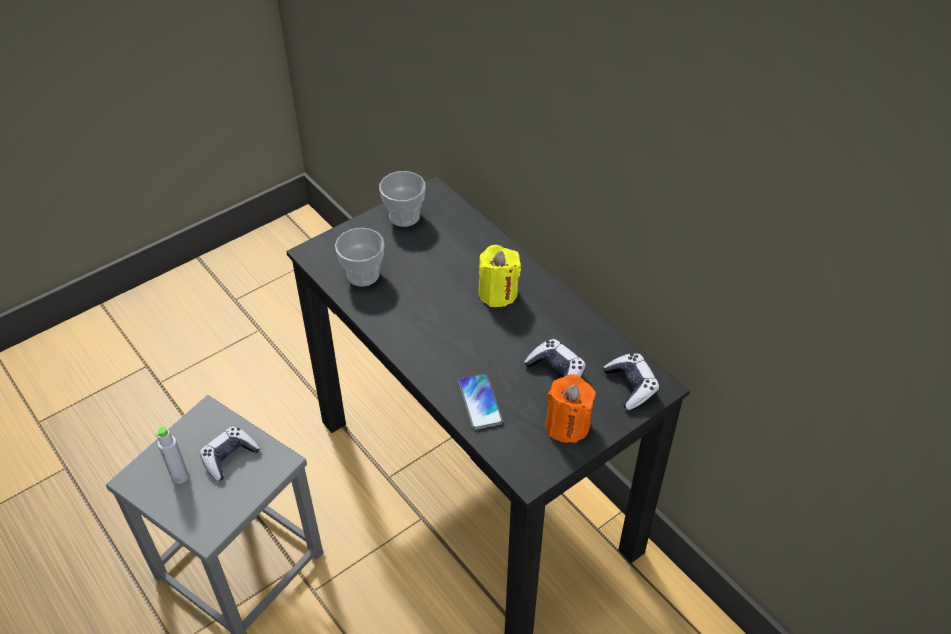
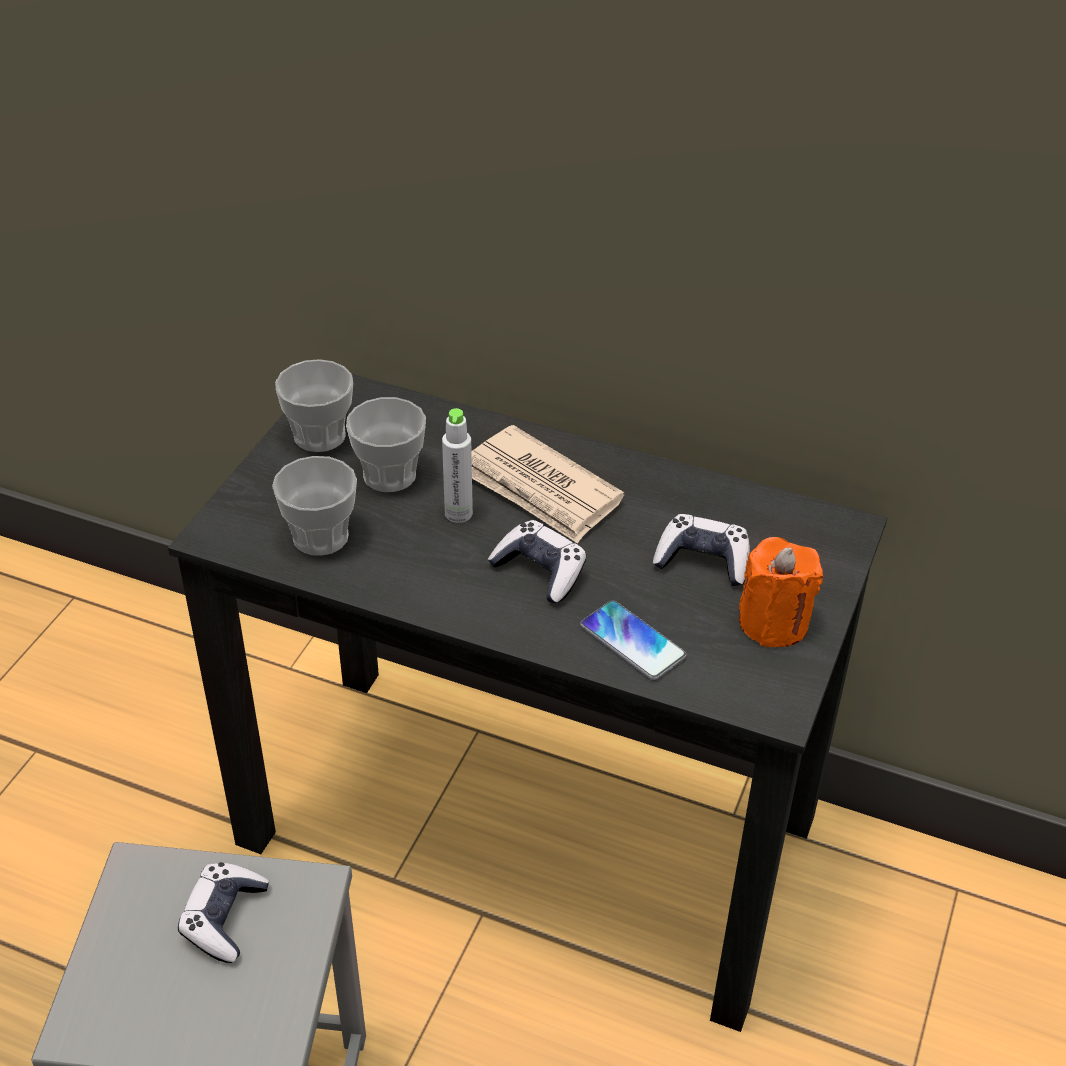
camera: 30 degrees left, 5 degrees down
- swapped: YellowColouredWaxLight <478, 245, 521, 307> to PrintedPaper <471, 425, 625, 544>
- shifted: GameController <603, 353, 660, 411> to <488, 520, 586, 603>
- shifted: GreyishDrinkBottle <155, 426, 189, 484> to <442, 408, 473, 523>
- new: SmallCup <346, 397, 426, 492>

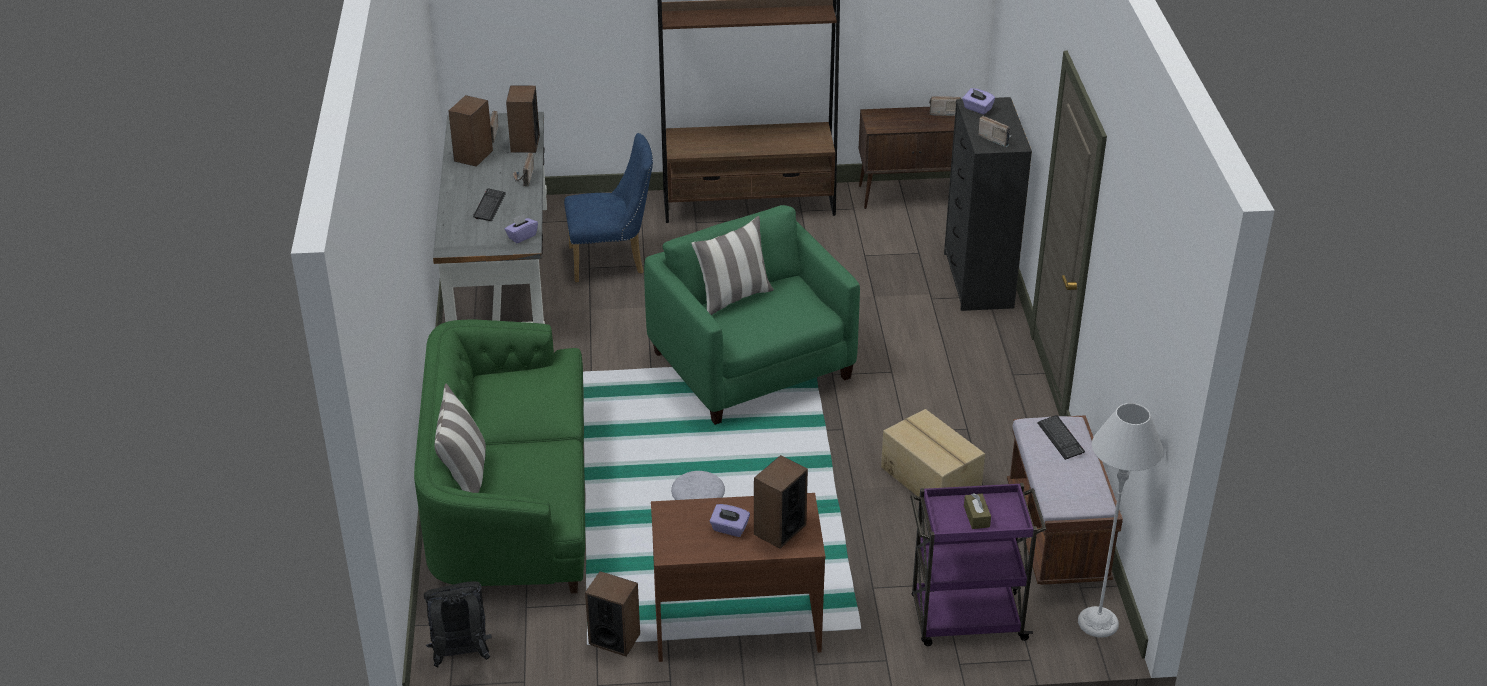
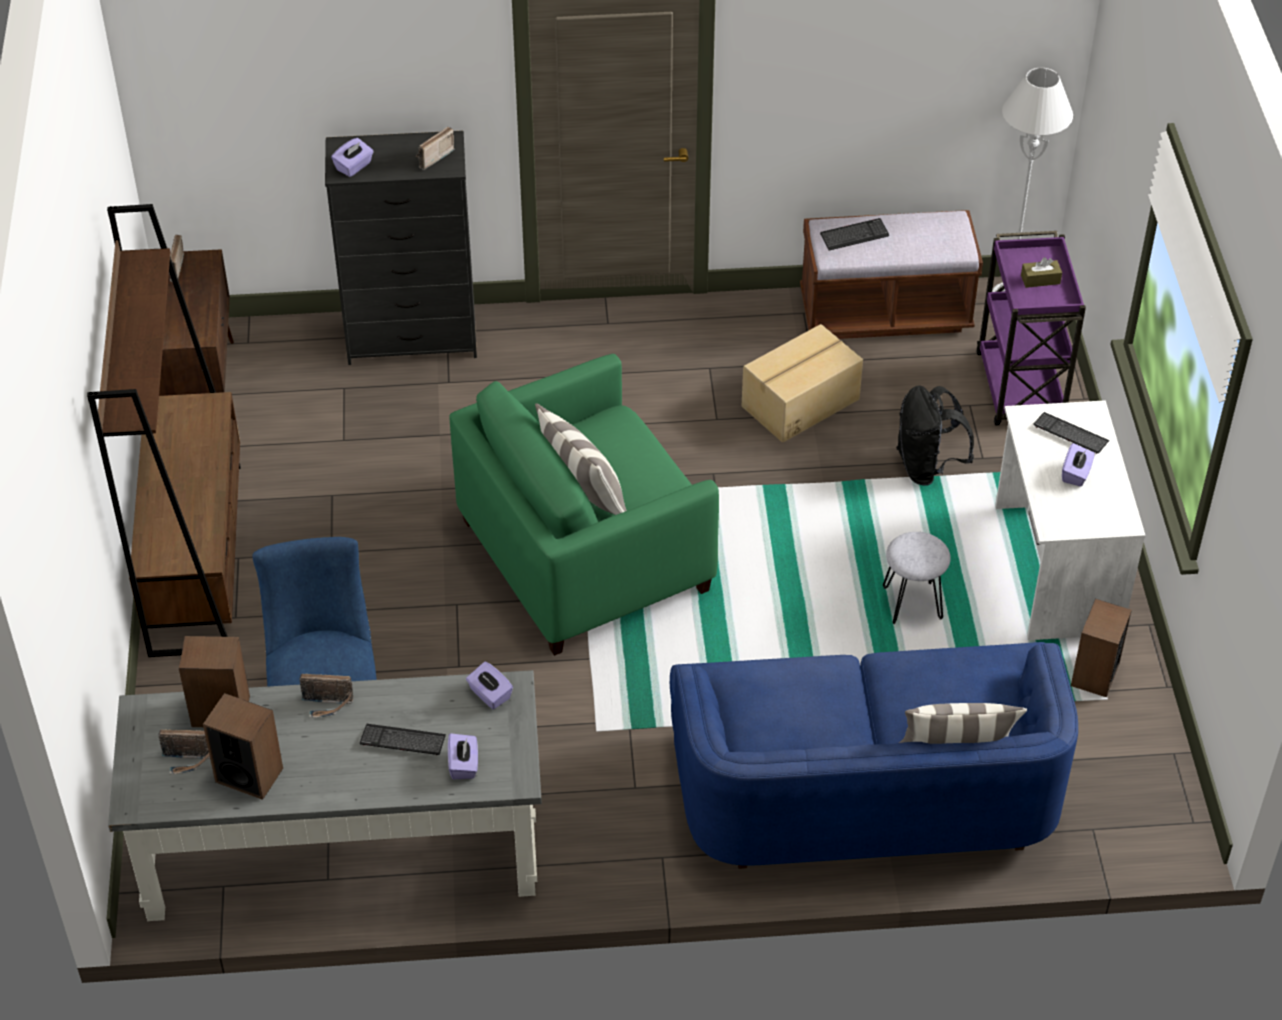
camera: 90 degrees left, 10 degrees up
- repainted: GreenishSettee <414, 320, 585, 594> to BlueSettee <670, 642, 1078, 869>
- swapped: Loudspeaker <754, 455, 808, 549> to Keyboard <1033, 412, 1110, 454>
- repainted: BrownColouredDesk <651, 493, 826, 662> to WhitishDesk <995, 400, 1146, 640>
- shifted: BlackColouredKnapsack <424, 581, 492, 667> to <896, 386, 974, 486>
- new: PurpleColouredBoxOfTissues <448, 733, 478, 779>

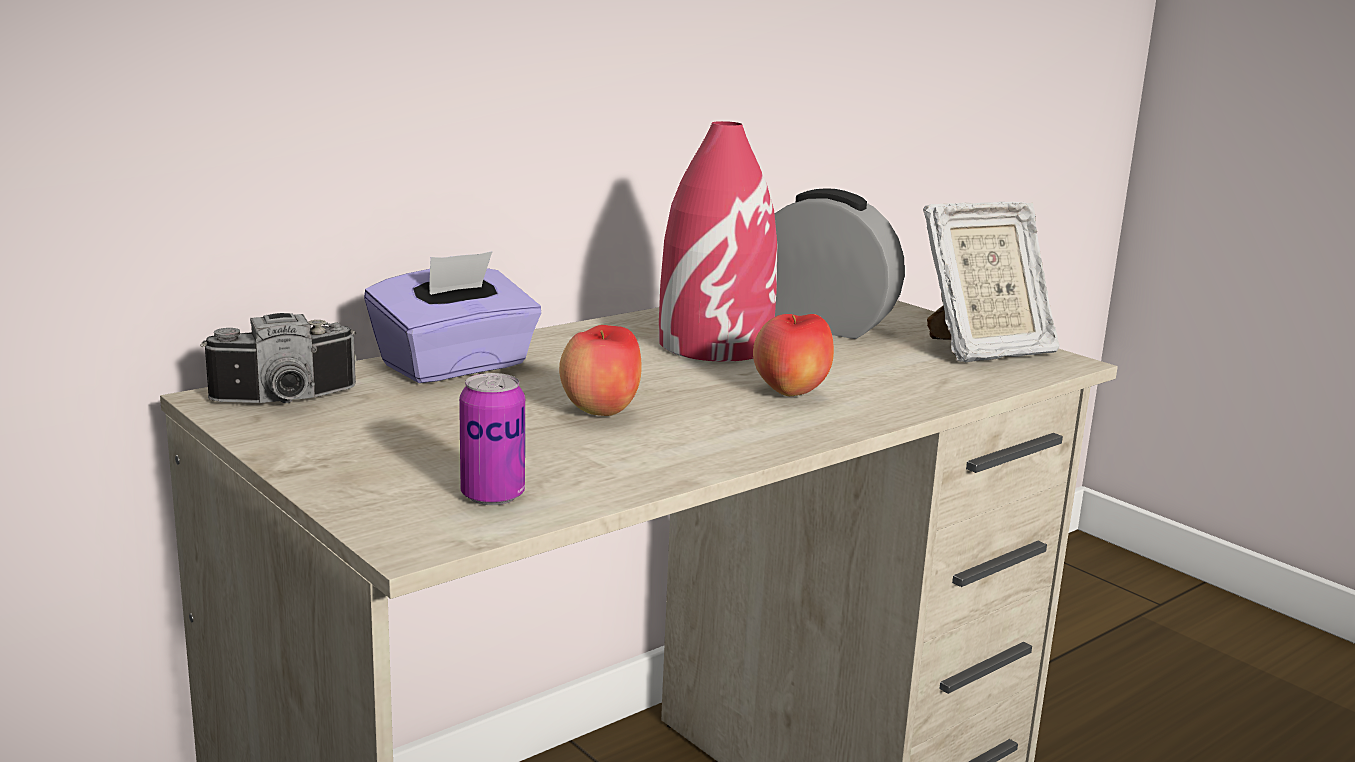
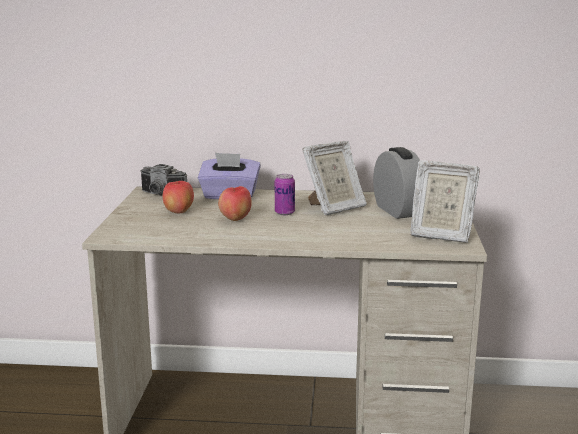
camera: 45 degrees right, 0 degrees up
- swapped: RedColouredDecorativeVase <659, 121, 777, 362> to PhotoFrame <302, 141, 367, 215>
- shifted: AppleFruit <753, 314, 834, 396> to <163, 181, 194, 213>
- shifted: MetalCan <459, 373, 525, 505> to <275, 174, 295, 215>

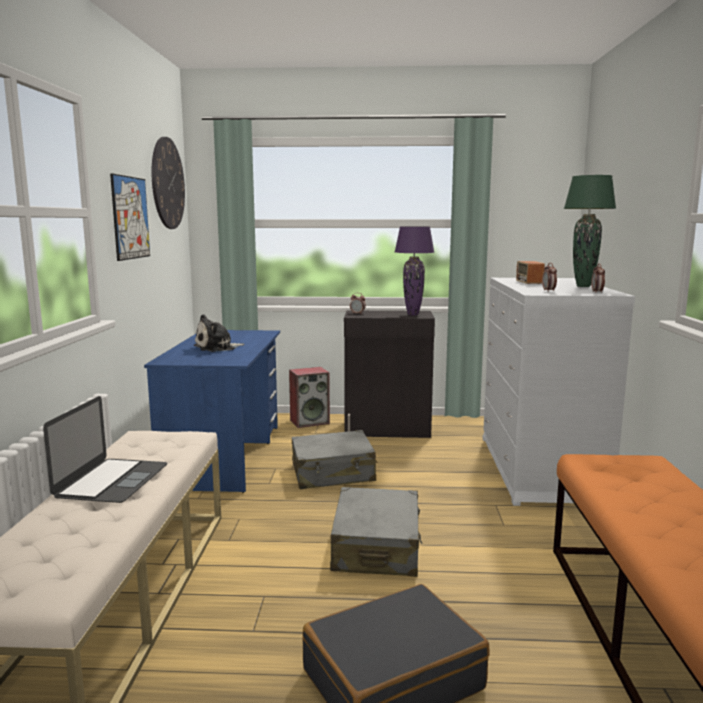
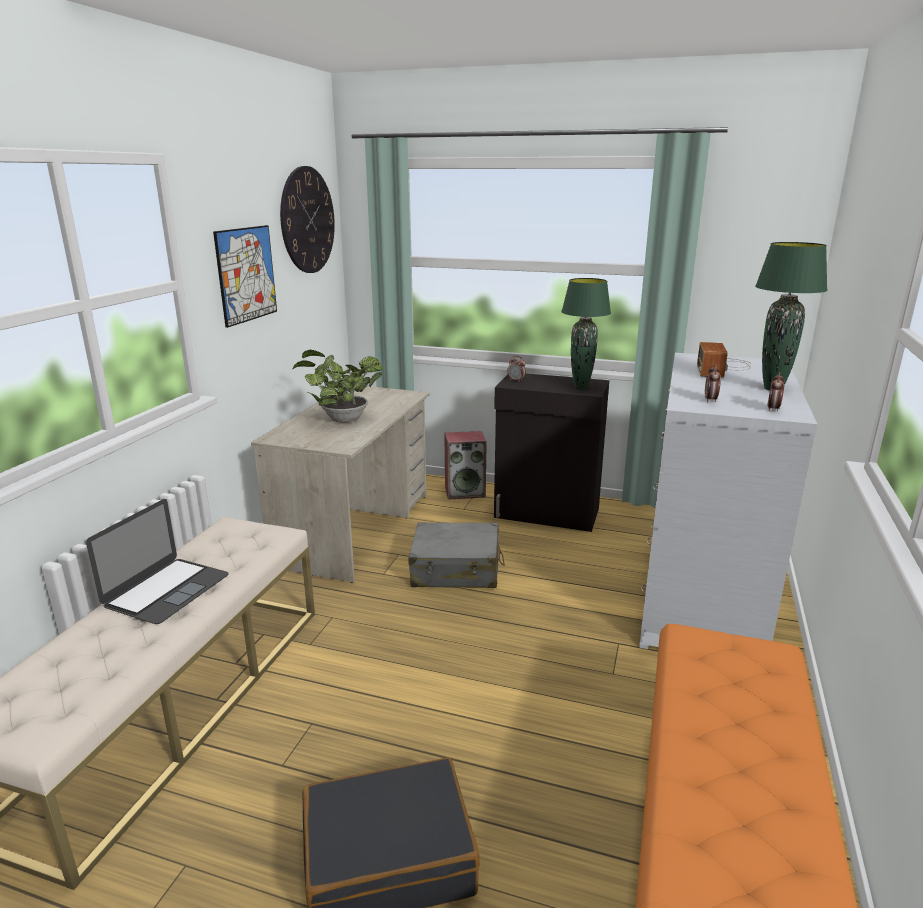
camera: 15 degrees right, 10 degrees up
- repainted: PurpleColouredLampForATable <395, 226, 434, 315> to GreenishLampForATable <561, 278, 611, 389>
- swapped: PlushToy <194, 314, 245, 352> to PottedPlant <292, 350, 383, 423>
- repainted: BlueDesk <144, 330, 280, 493> to BeigeDesk <251, 386, 430, 583>
- gone: GreyishPieceOfLuggage <330, 487, 422, 577>

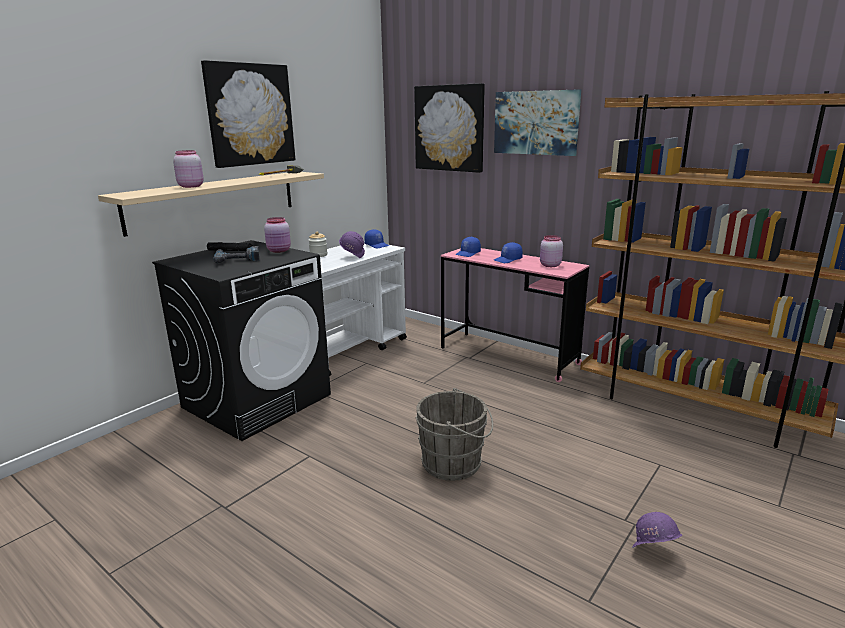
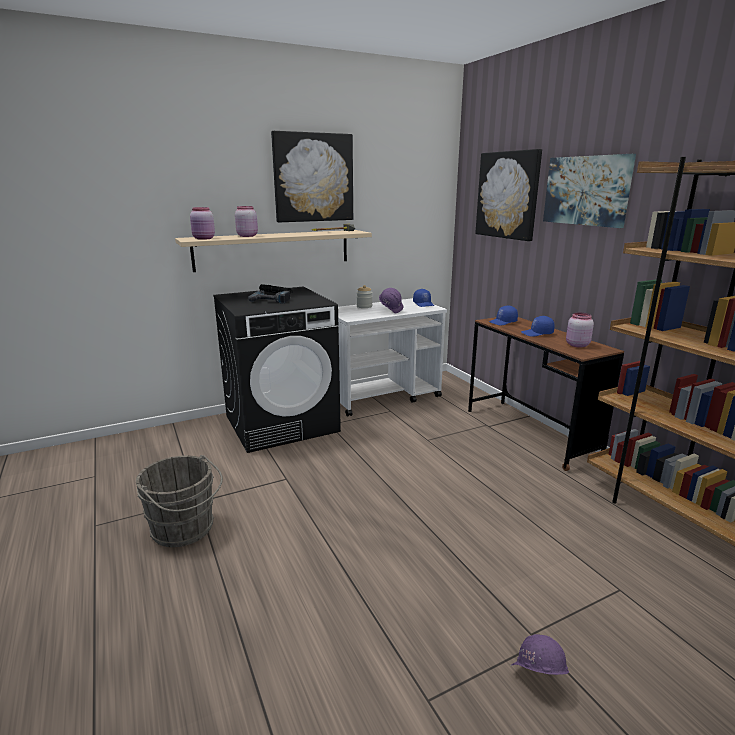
camera: 25 degrees right, 0 degrees up
- shifted: PinkPreserveJar <264, 217, 291, 253> to <190, 207, 215, 240>
- repainted: PinkDesk <441, 248, 589, 382> to BrownColouredDesk <468, 317, 624, 471>
- shifted: GreyishPail <415, 388, 493, 481> to <136, 455, 223, 547>

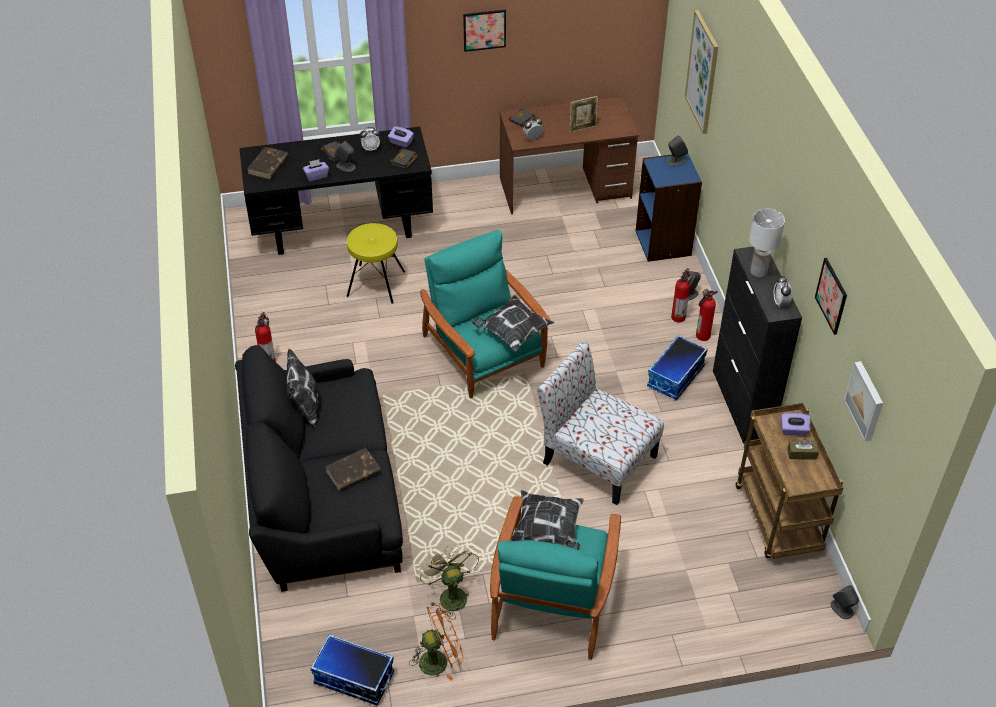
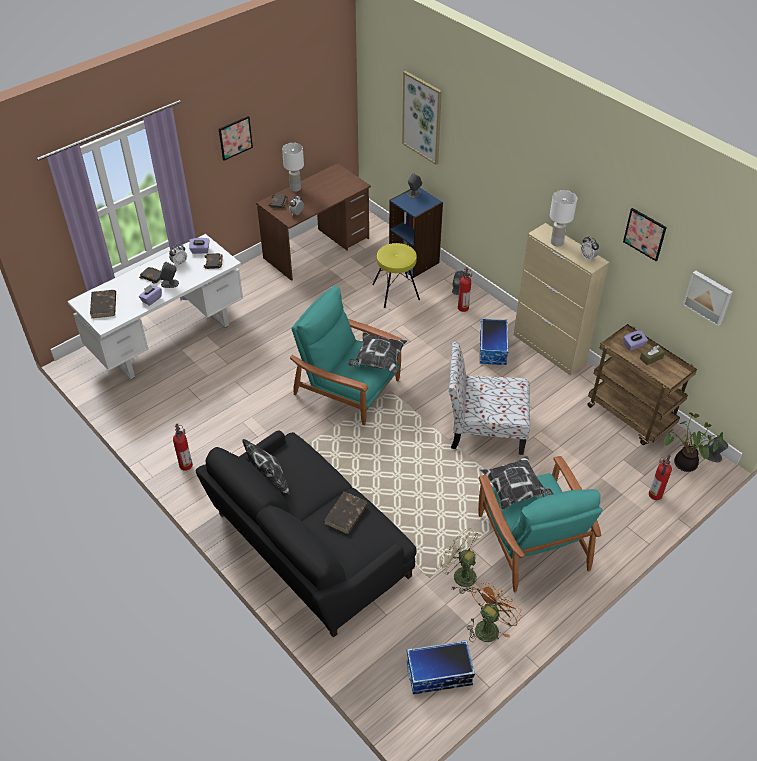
camera: 30 degrees left, 0 degrees up
- gone: PhotoFrame <570, 96, 598, 133>
- repainted: BlackColouredDesk <239, 127, 433, 255> to WhitishDesk <68, 234, 243, 379>
- shifted: YellowColouredSittingStool <346, 223, 405, 304> to <372, 243, 420, 308>
- repainted: BlackColouredCabinet <713, 247, 802, 444> to BeigeCabinet <514, 223, 609, 375>
- shifted: Extinguisher <696, 289, 718, 341> to <649, 455, 672, 500>
- new: WhitishLampForATable <282, 143, 304, 192>
- new: PottedPlant <664, 412, 724, 472>

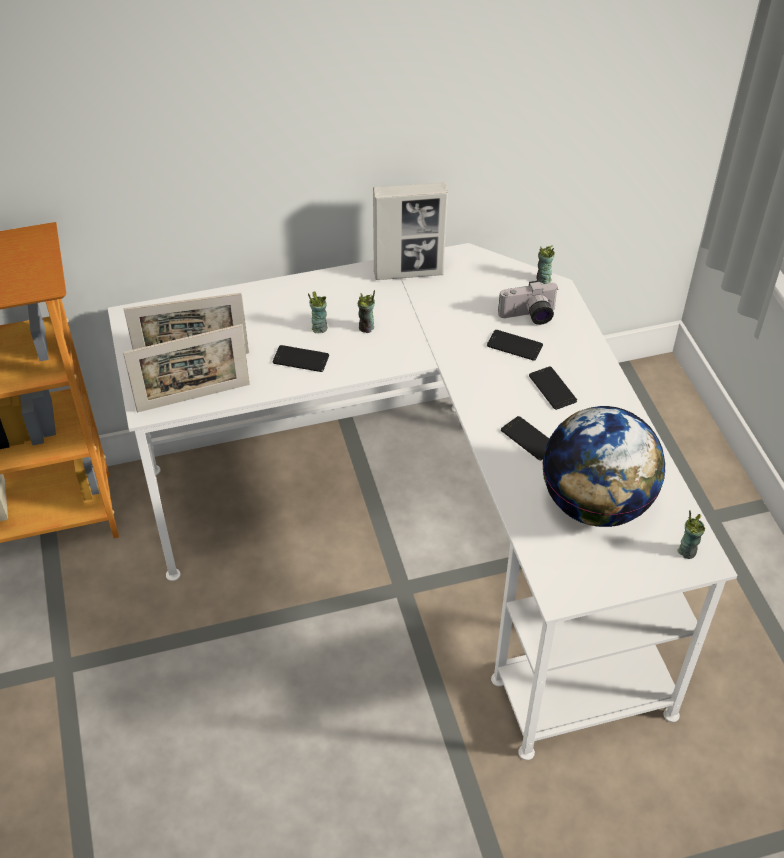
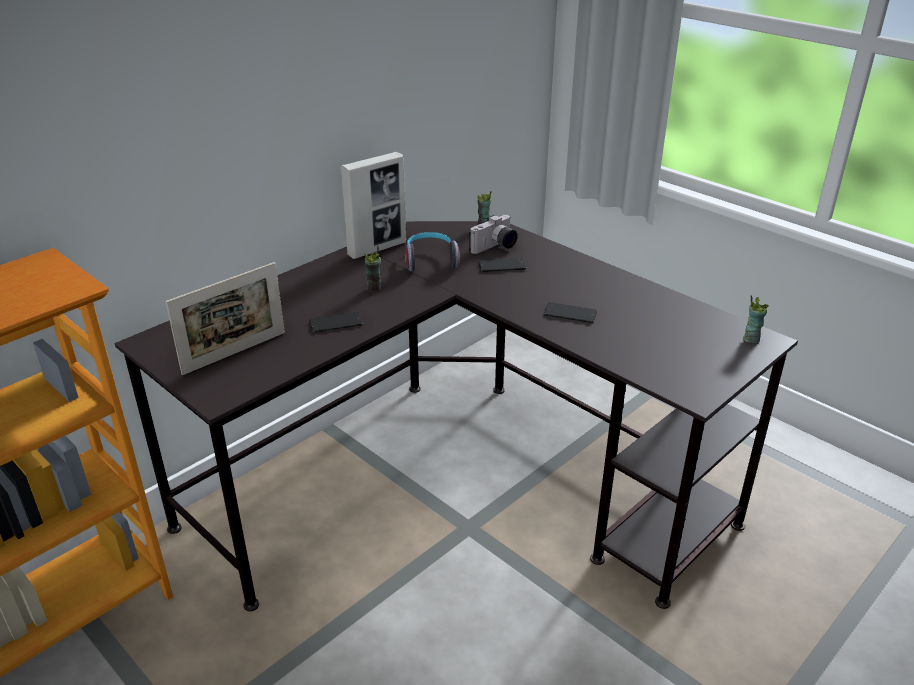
camera: 30 degrees left, 15 degrees down
- repainted: WhitishDesk <108, 243, 738, 760> to BlackColouredDesk <114, 221, 798, 611>
- gone: SmallCup <308, 291, 327, 333>
- gone: PhotoFrame <123, 324, 250, 413>
- gone: Phone <529, 367, 577, 410>
- gone: Globe <542, 406, 665, 527>
- new: PairOfHeadphones <405, 232, 460, 271>

